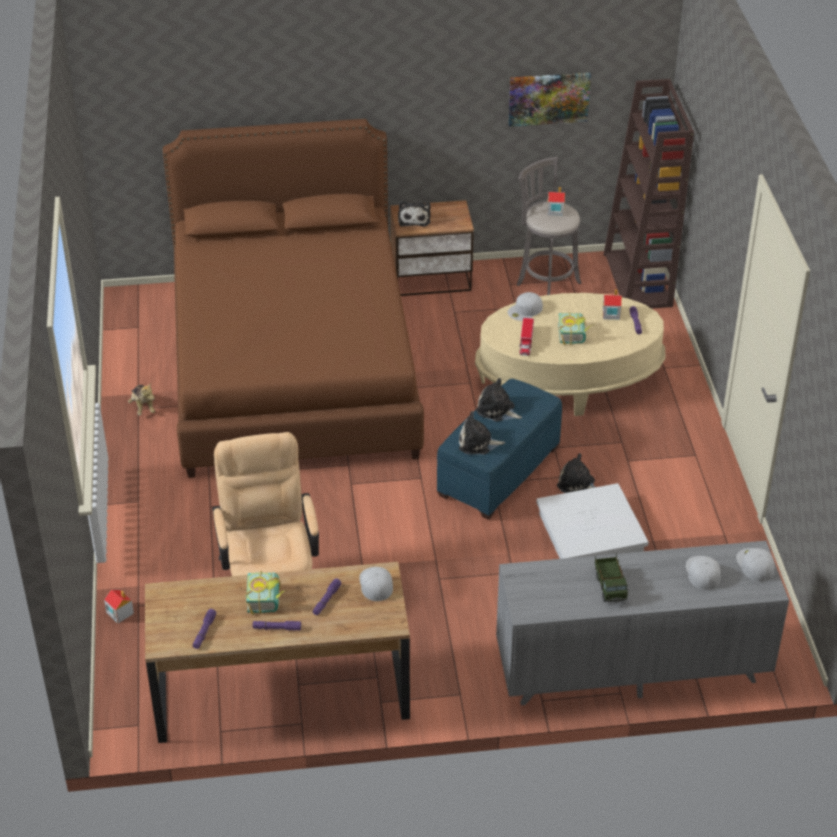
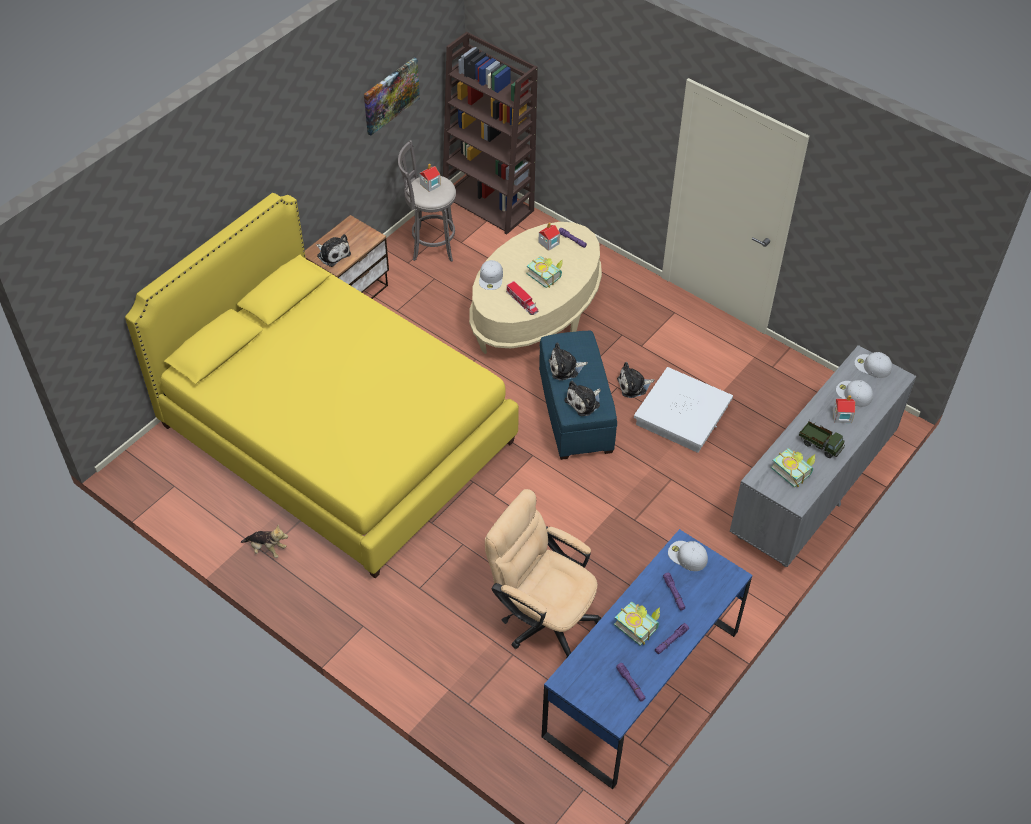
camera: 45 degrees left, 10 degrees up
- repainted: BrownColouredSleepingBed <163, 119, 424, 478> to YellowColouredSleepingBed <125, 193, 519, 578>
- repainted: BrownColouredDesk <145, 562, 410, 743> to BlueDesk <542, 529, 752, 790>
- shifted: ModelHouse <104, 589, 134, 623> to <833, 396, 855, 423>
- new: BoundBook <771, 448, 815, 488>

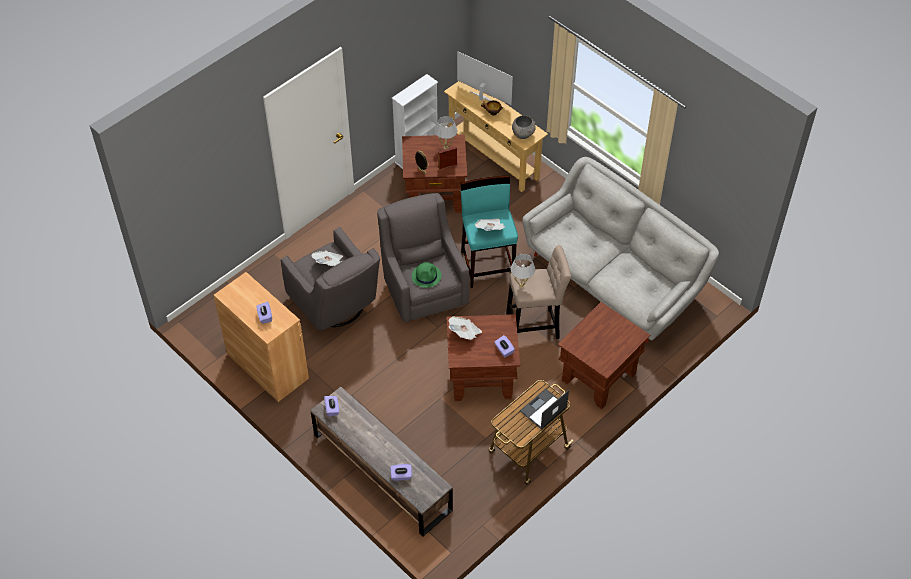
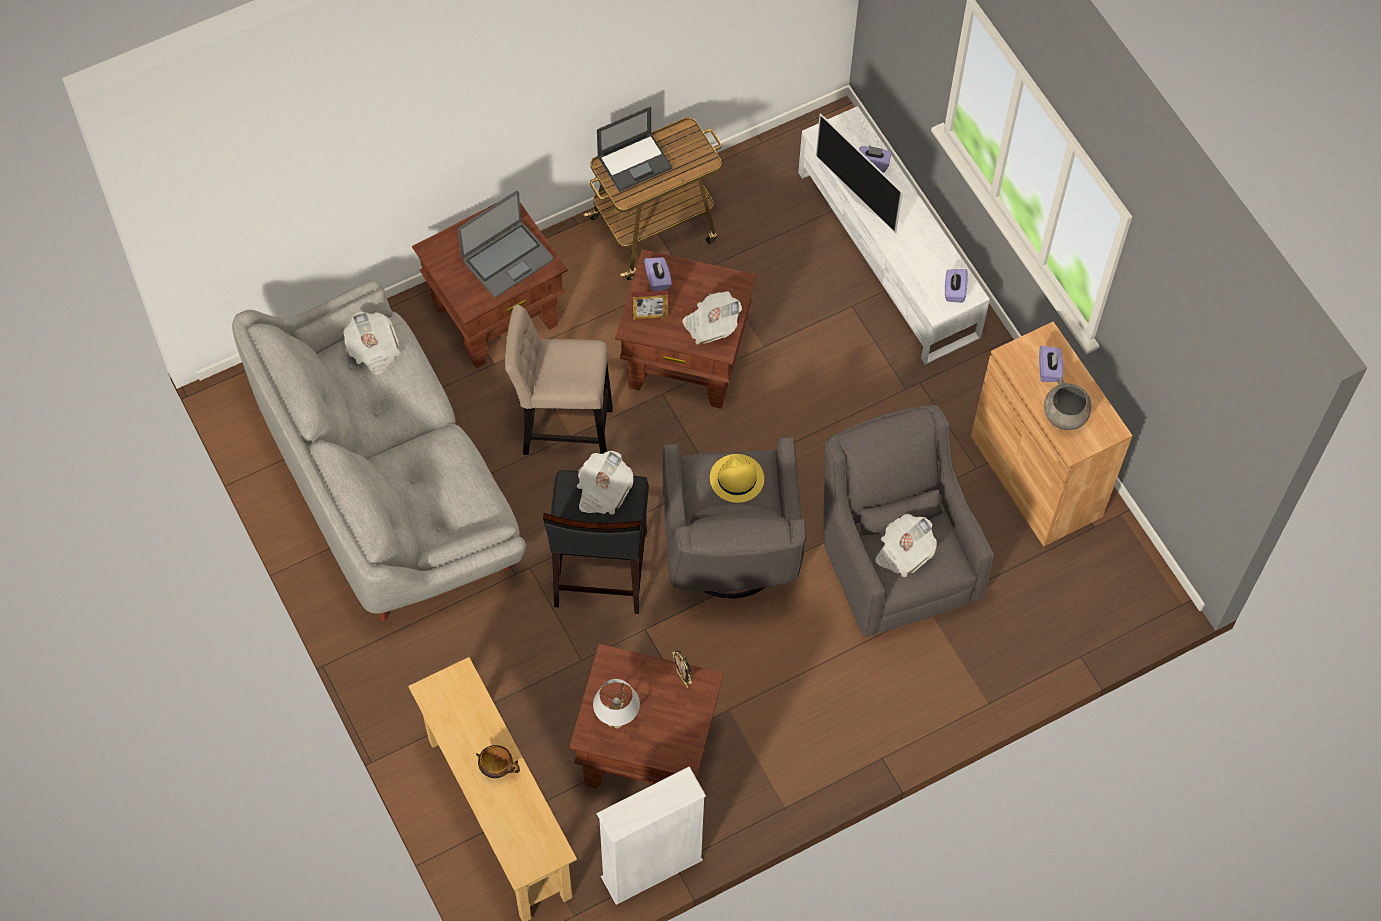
camera: 165 degrees left, 10 degrees up
- shifted: Tv <457, 51, 513, 105> to <816, 113, 903, 233>
- shifted: GreyishDeepDish <512, 116, 536, 139> to <1044, 379, 1091, 430>
- shifted: PhotoFrame <438, 147, 457, 169> to <632, 291, 668, 320>
- repainted: TurquoiseSittingStool <460, 176, 518, 288> to BlackColouredSittingStool <543, 470, 649, 614>
- gone: WhitishLampForATable <511, 254, 535, 288>
- repainted: GreenishWearableHat <412, 262, 441, 288> to YellowColouredWearableHat <710, 454, 764, 503>
- repainted: BrownColouredTvStand <310, 387, 453, 537> to WhitishTvStand <798, 106, 990, 365>
- new: Laptop <458, 191, 553, 298>
- new: PrintedPaper <343, 311, 400, 375>

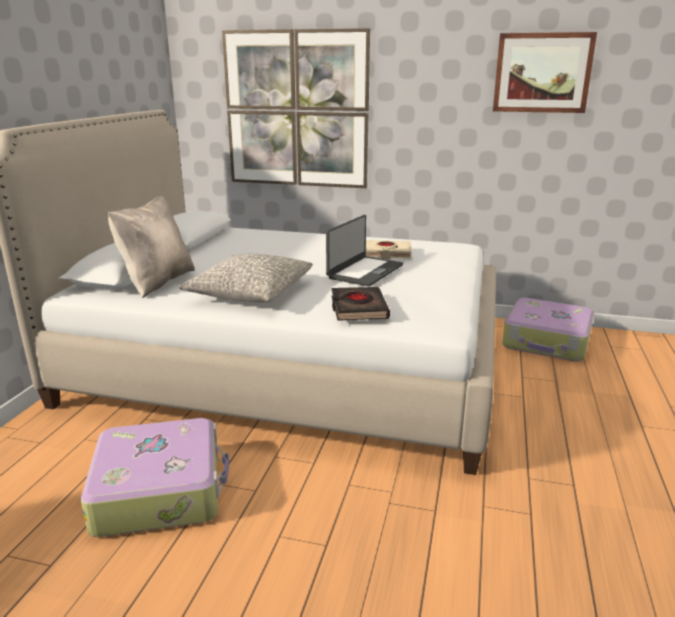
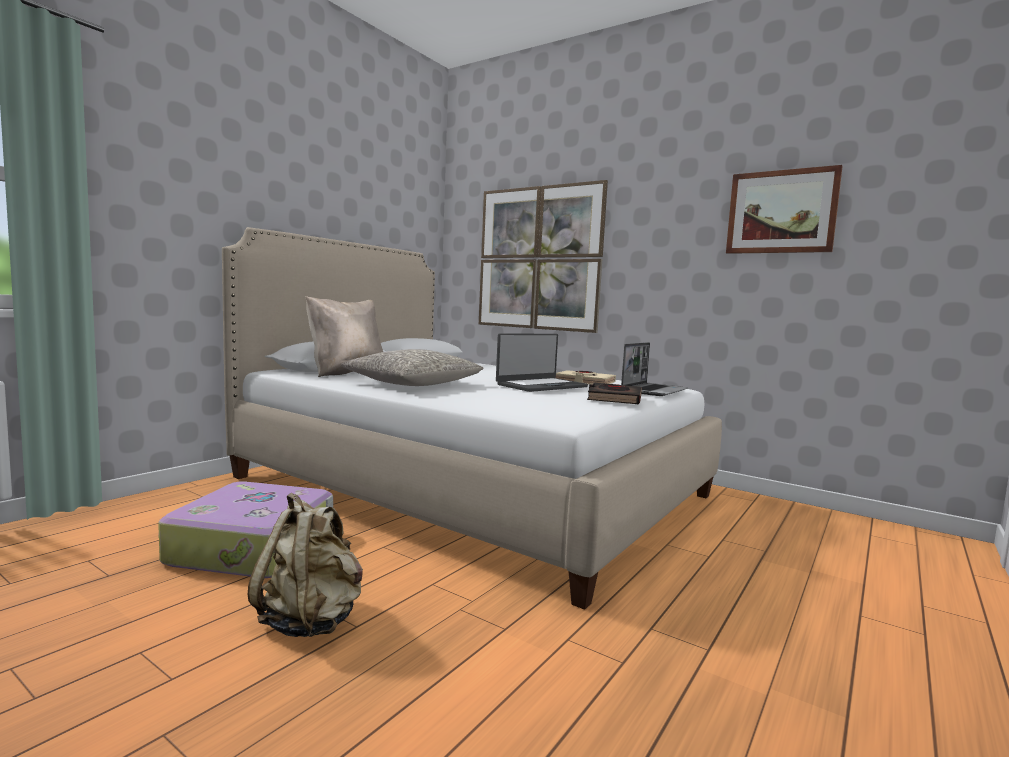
camera: 20 degrees right, 15 degrees down
- shifted: BlackColouredBoundBook <331, 287, 390, 321> to <587, 383, 642, 404>
- gone: PieceOfLuggage <502, 298, 594, 362>
- new: Laptop <621, 342, 688, 396>
- new: BeigeKnapsack <248, 493, 363, 637>

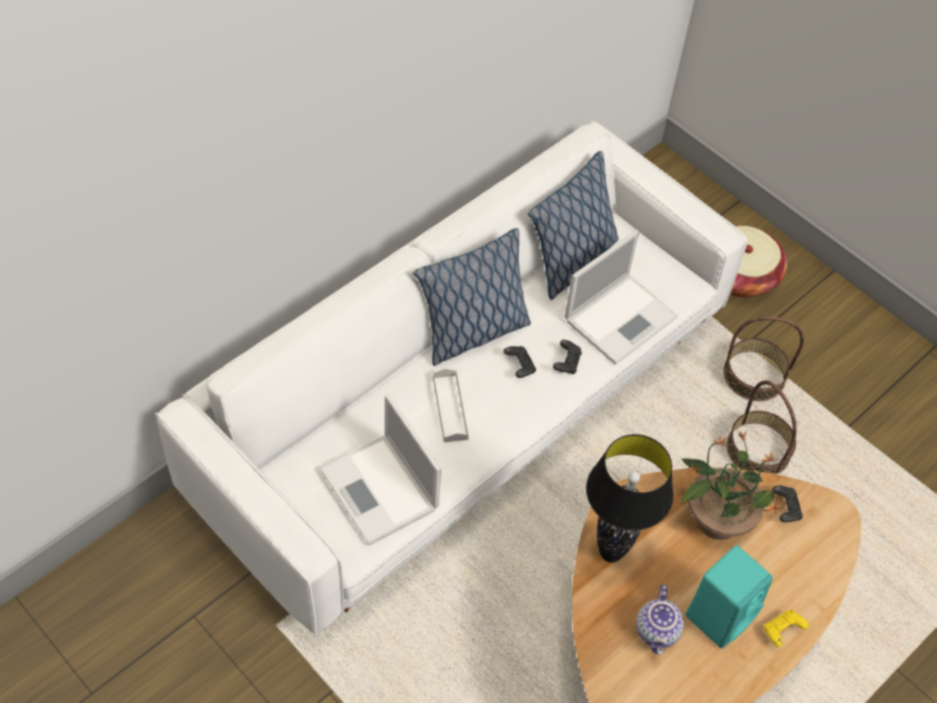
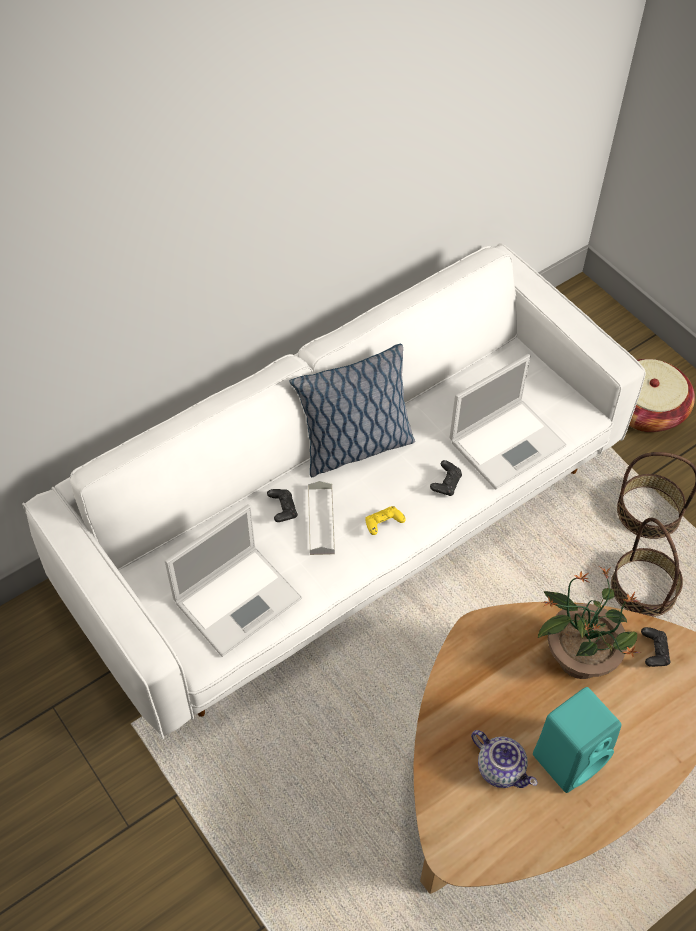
camera: 10 degrees right, 0 degrees up
- gone: Pillow <528, 151, 619, 300>
- shifted: BlackColouredGameController <504, 346, 536, 378> to <267, 489, 298, 522>
- rotated: Laptop <320, 394, 441, 545> = <165, 504, 302, 657> 105 degrees counterclockwise
- gone: BlackColouredLampForATable <586, 434, 673, 563>
- rotated: PotForTea <636, 584, 684, 655> = <471, 730, 537, 788> 60 degrees counterclockwise
- shifted: YellowColouredGameController <764, 610, 809, 647> to <365, 506, 406, 535>

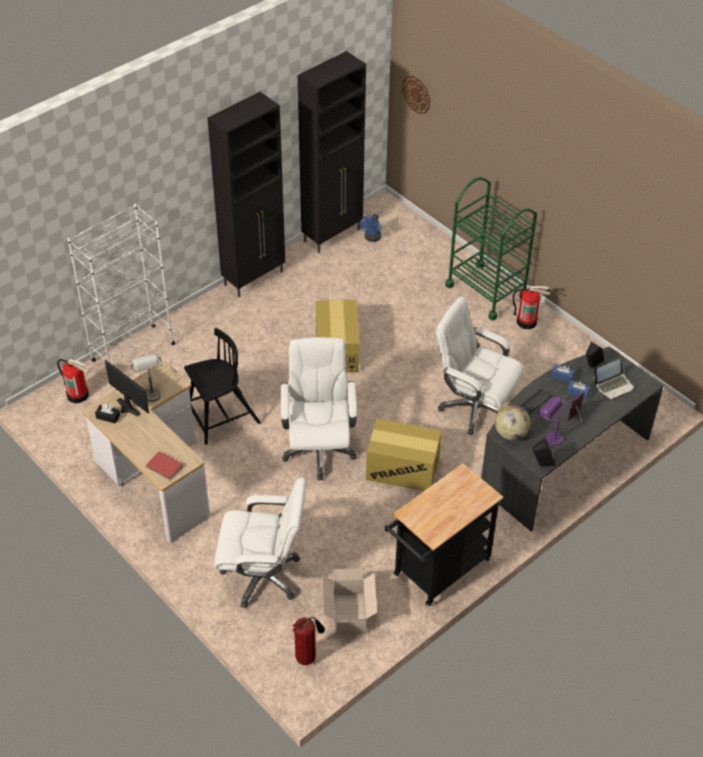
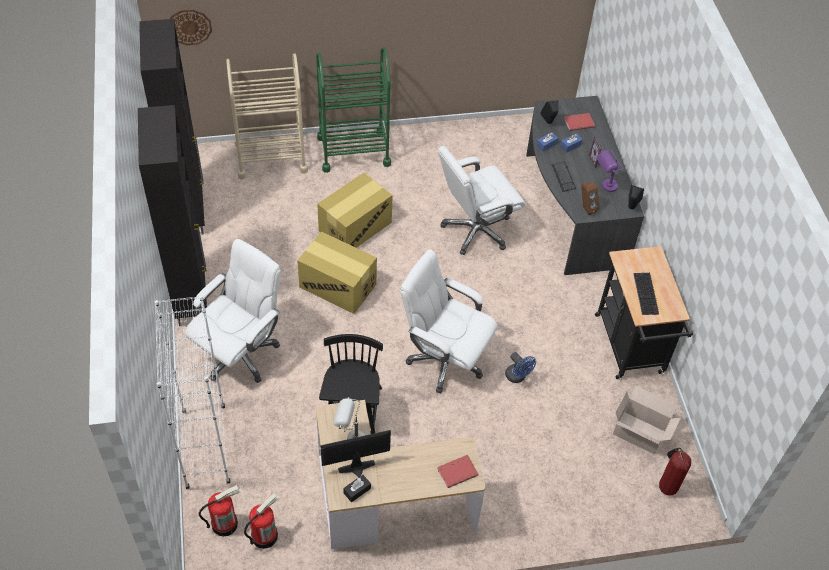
camera: 60 degrees left, 5 degrees up
- shifted: BlueFan <360, 214, 381, 242> to <505, 352, 536, 383>
- shifted: Extinguisher <512, 286, 550, 329> to <244, 493, 279, 549>
- swapped: Laptop <593, 359, 635, 400> to RedColouredBoundBook <564, 113, 595, 131>
- swapped: Globe <495, 405, 530, 440> to BrownColouredLoudspeaker <581, 182, 599, 215>
- shifted: Carton <366, 419, 442, 491> to <317, 173, 393, 248>
- shifted: WhitishComputerChair <214, 477, 307, 608> to <185, 239, 281, 383>
- new: BeigeTrolley <226, 53, 308, 179>
- new: Keyboard <634, 273, 659, 315>

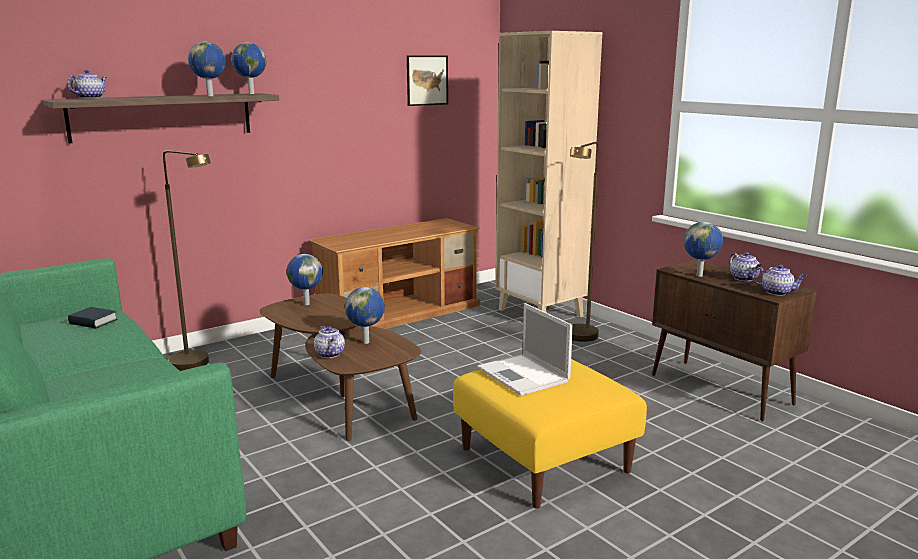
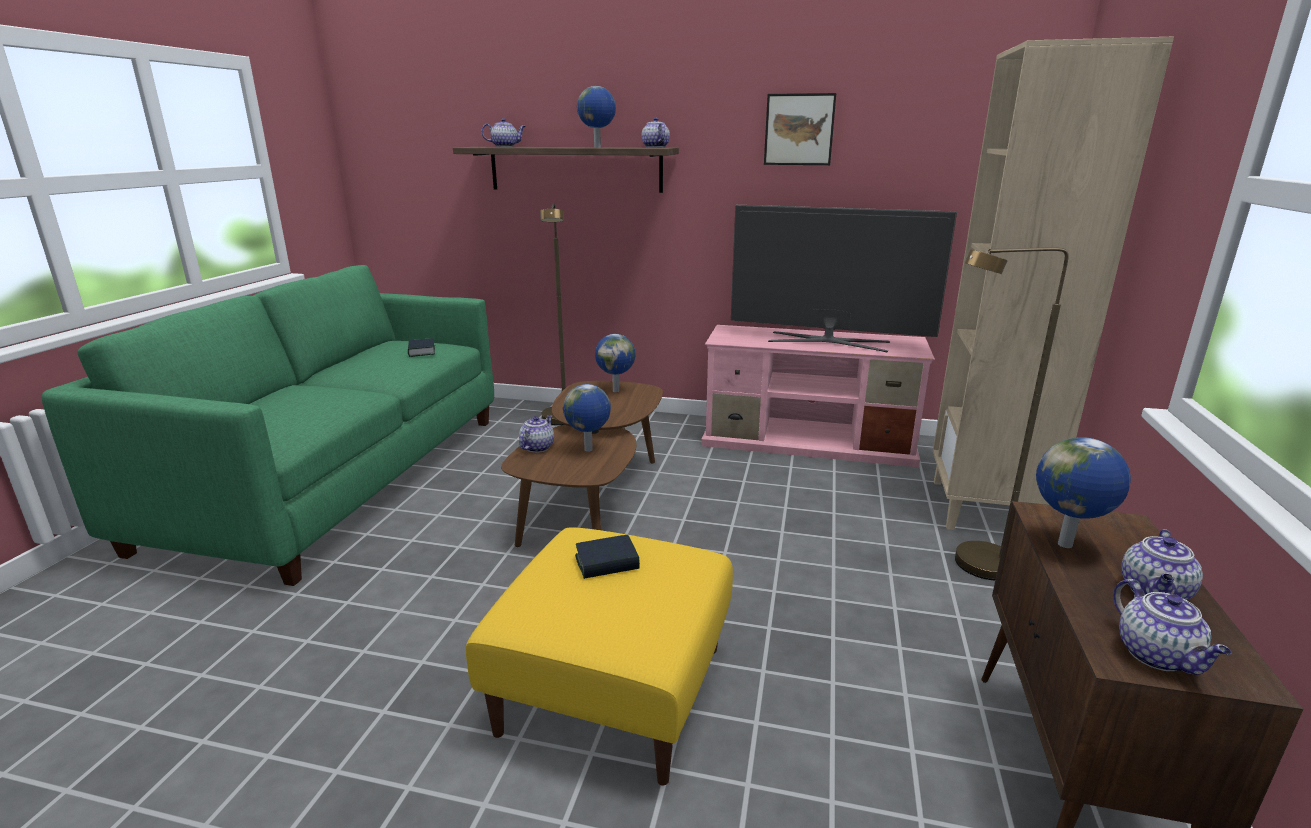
camera: 50 degrees right, 5 degrees up
- swapped: Globe <231, 42, 266, 94> to PotForTea <642, 117, 670, 147>
- shifted: WallPicture <407, 55, 448, 106> to <764, 93, 836, 165>
- repainted: BrownColouredTvStand <309, 218, 480, 329> to PinkTvStand <701, 325, 935, 467>
- swapped: Laptop <477, 303, 573, 396> to BoundBook <575, 535, 640, 579>
- new: Tv <731, 205, 957, 352>

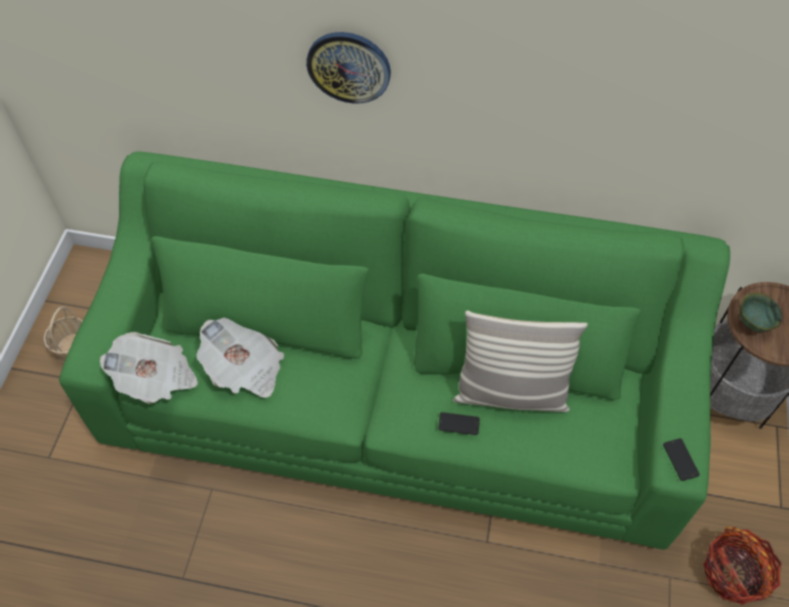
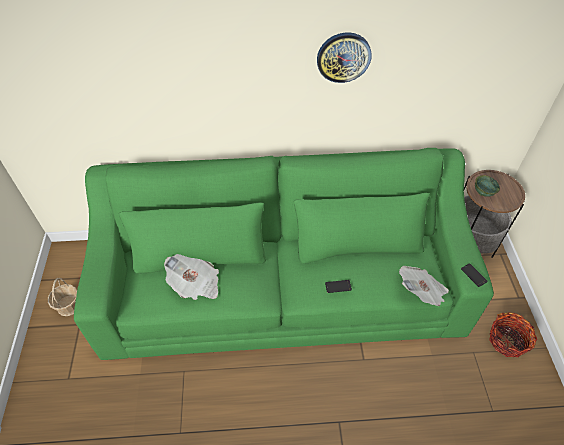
camera: 15 degrees left, 5 degrees down
- shifted: WallClock <306, 32, 391, 103> to <317, 32, 372, 83>
- gone: Pillow <453, 310, 588, 412>
- shifted: PrintedPaper <100, 332, 198, 404> to <399, 266, 449, 306>

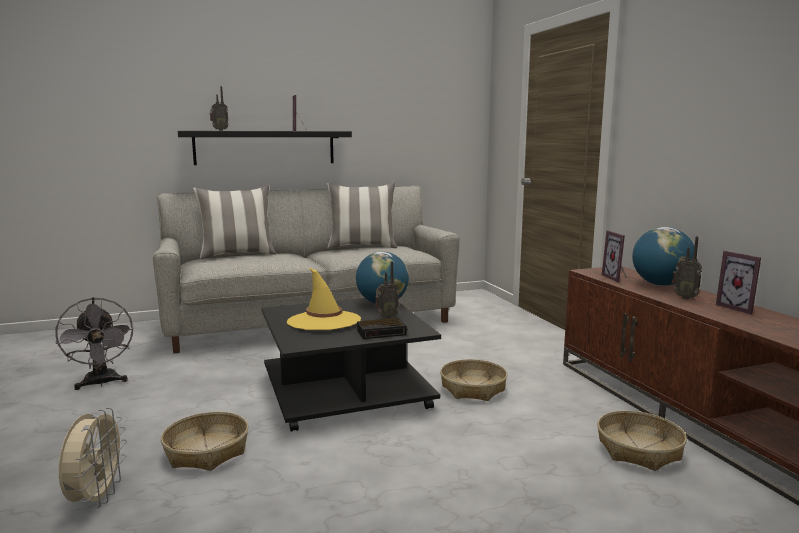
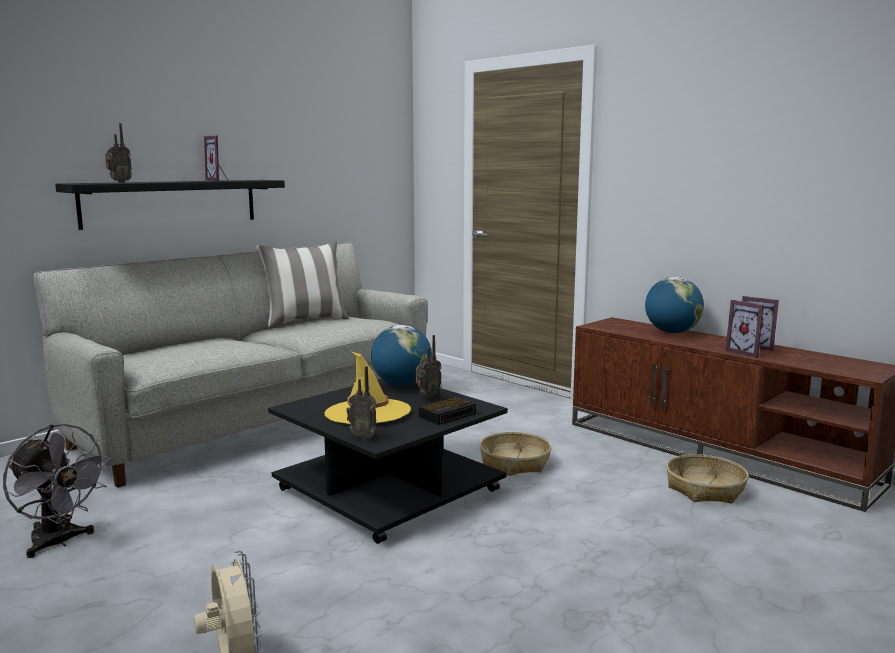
camera: 25 degrees left, 0 degrees up
- gone: Pillow <193, 185, 276, 260>
- shifted: PhotoFrame <602, 231, 627, 282> to <726, 300, 764, 358>
- shifted: RadioReceiver <672, 236, 702, 299> to <346, 366, 377, 440>
- gone: StorageBasket <161, 412, 248, 471>

